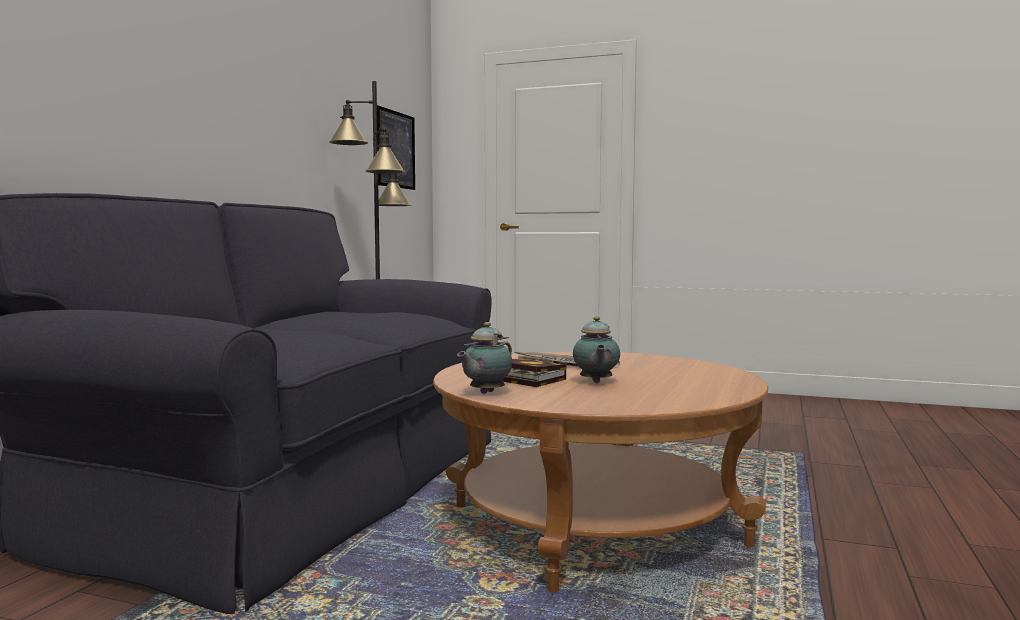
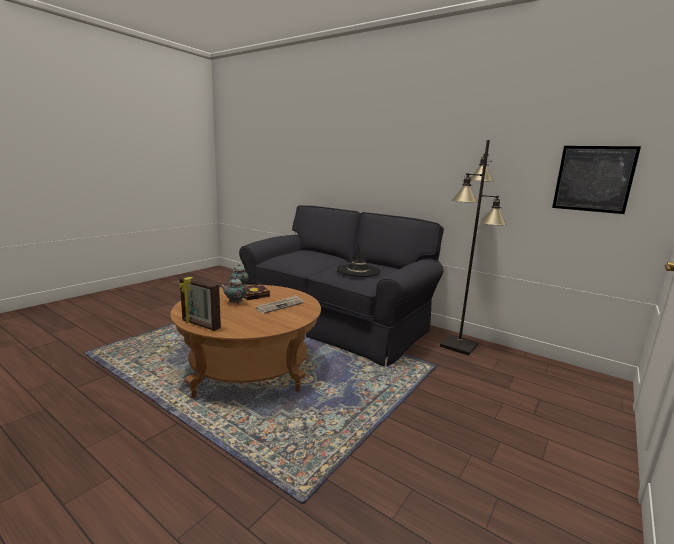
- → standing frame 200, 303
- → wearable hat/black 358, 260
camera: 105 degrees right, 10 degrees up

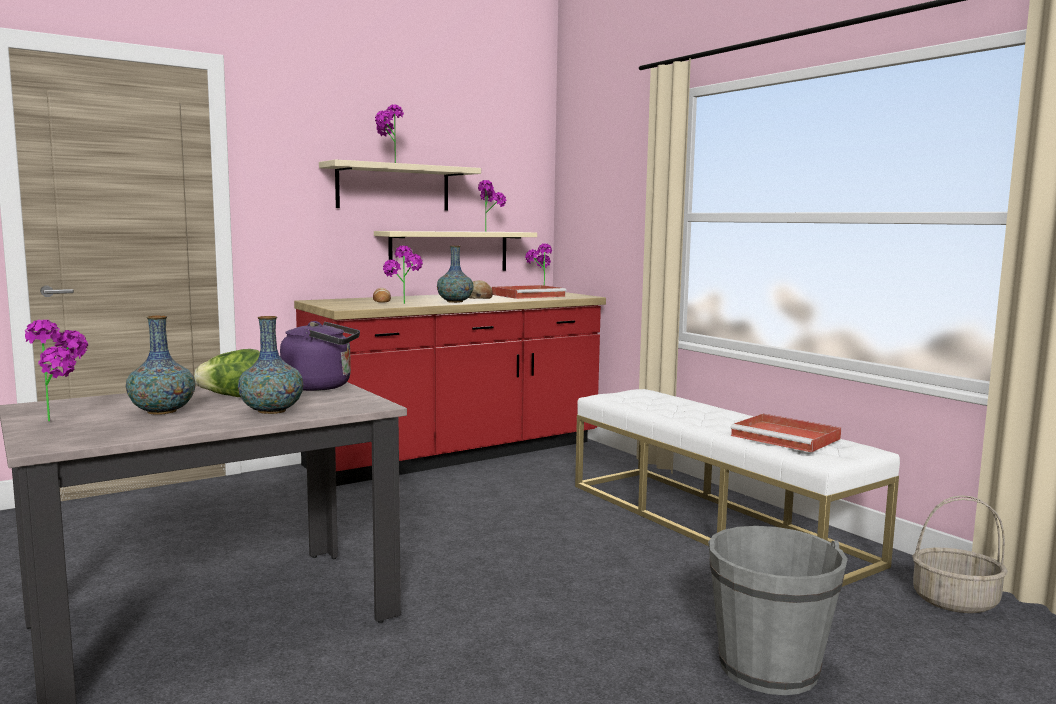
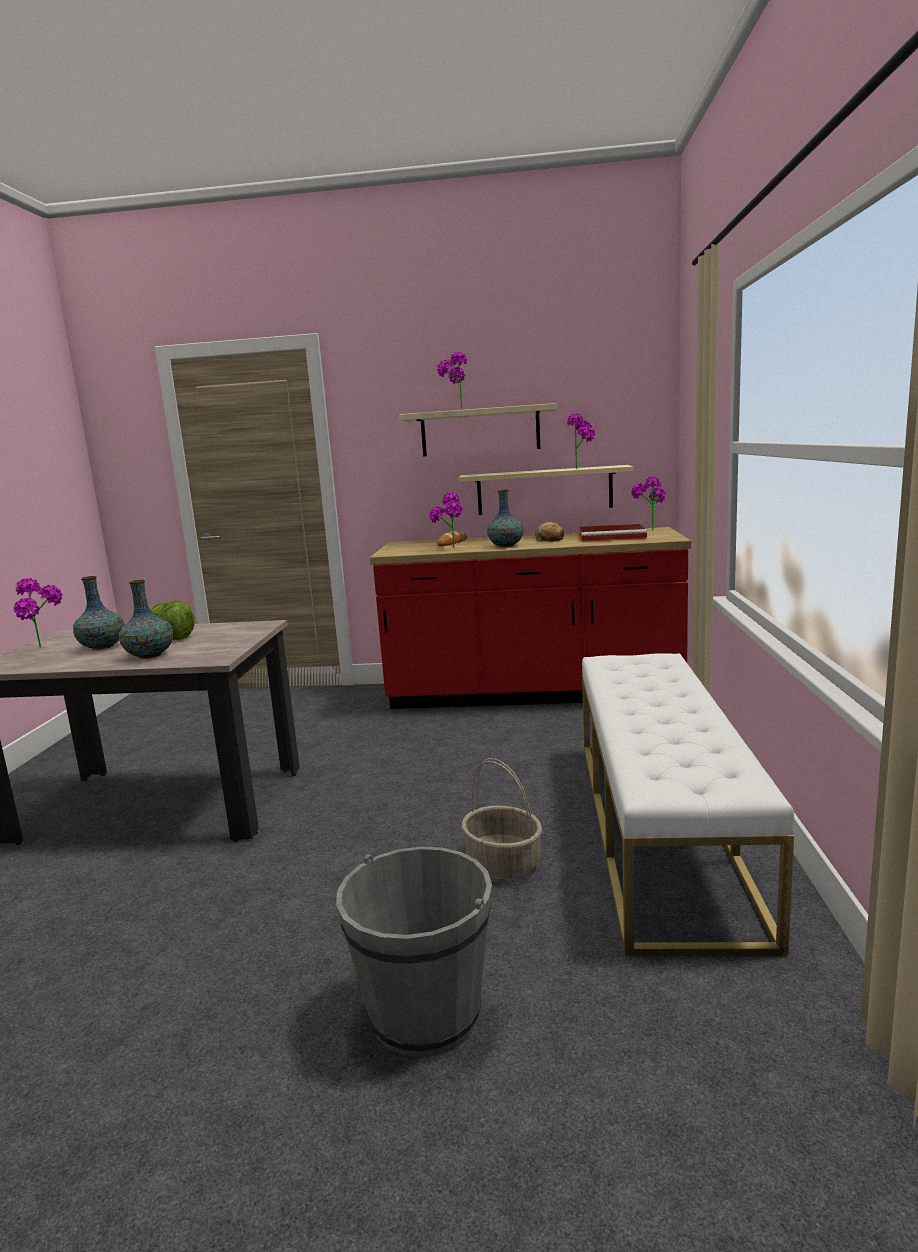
household basket 960, 554 → household basket 501, 818, relocated
kettle/purple-coloured 320, 356 → -
carrying tray/red-coloured 785, 433 → -
camera: 40 degrees right, 5 degrees up

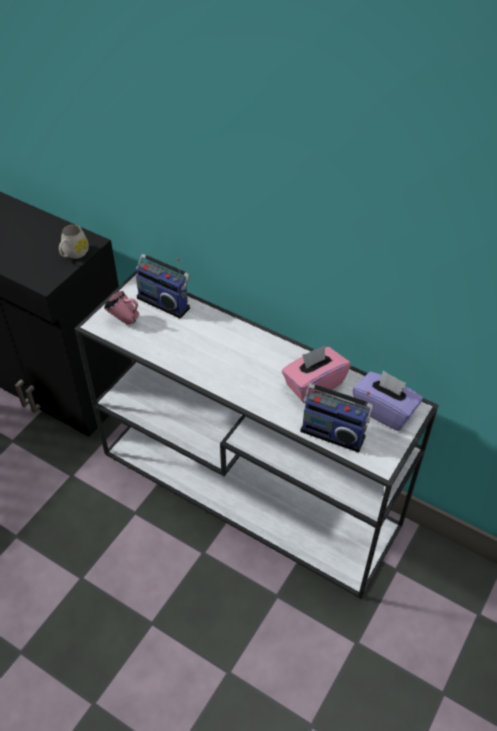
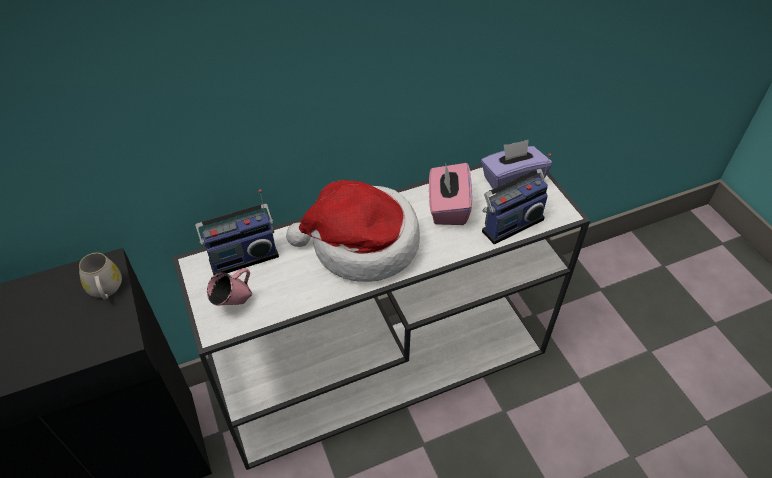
- → wearable hat 353, 231
camera: 55 degrees left, 0 degrees up

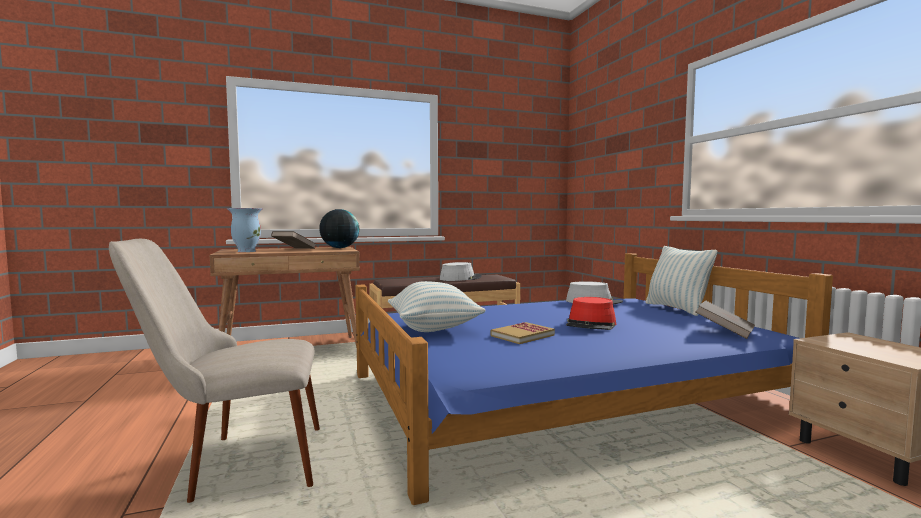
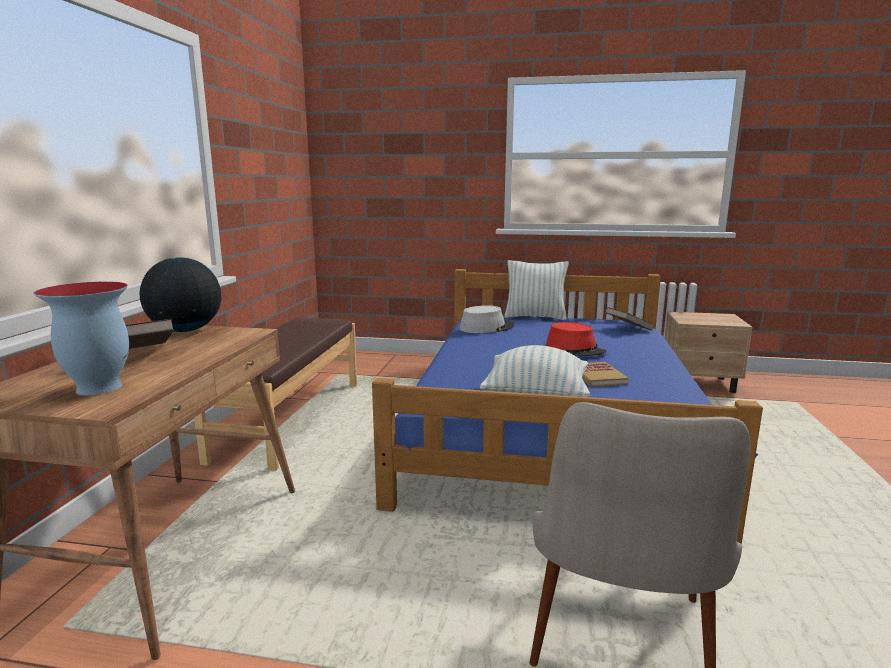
wearable hat/grey 461, 271 → -
camera: 60 degrees left, 10 degrees up

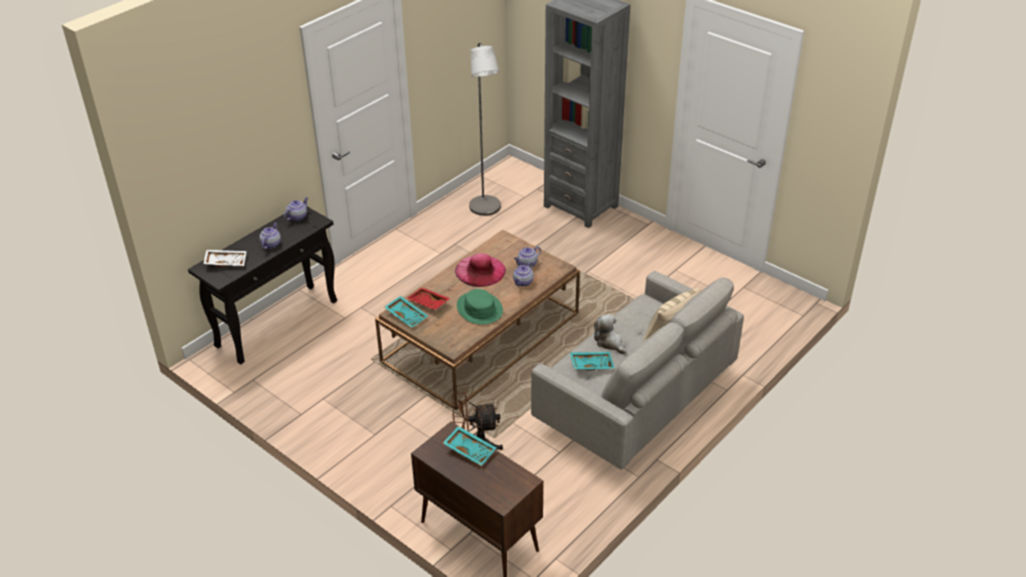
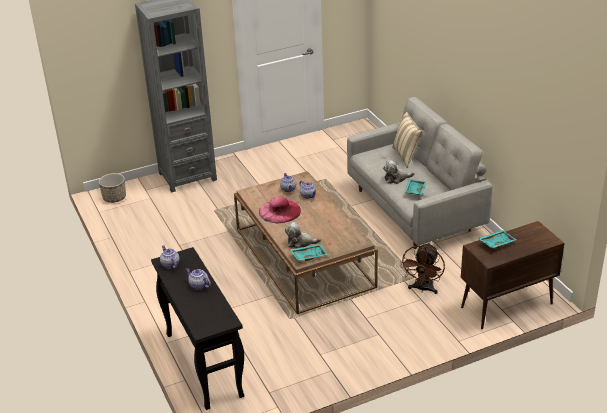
- → plant pot 112, 188
carrying tray/red-coloured 428, 298 → soft toy 303, 235
carrying tray/white-coloured 225, 258 → -
wearable hat/greenish 480, 307 → -
standard lamp/grey 485, 129 → -
camera: 65 degrees left, 5 degrees down

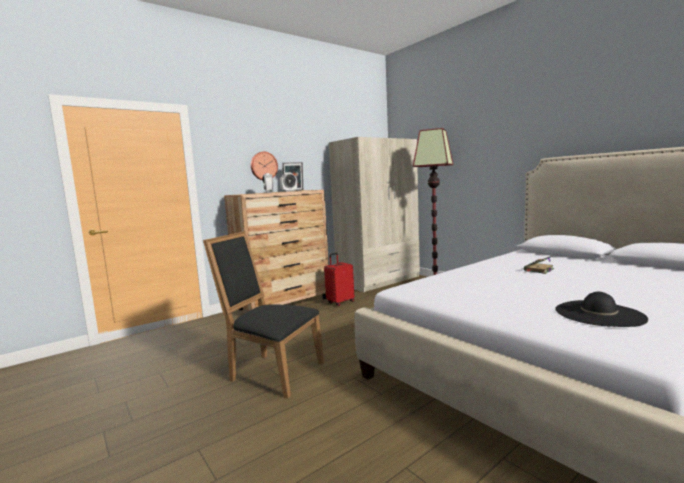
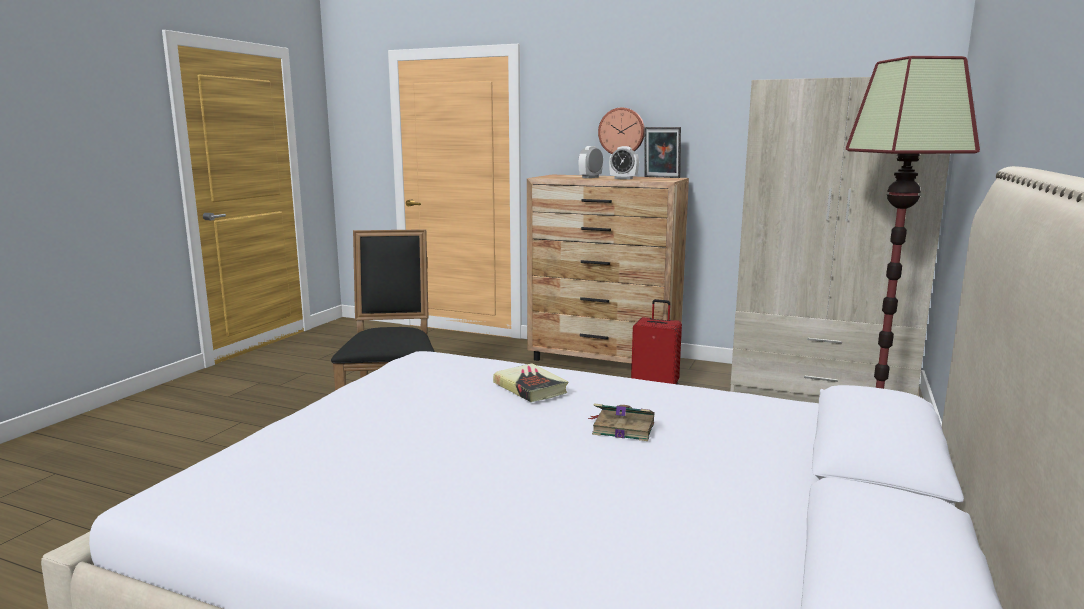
- → bound book 530, 382
wearable hat/black 601, 309 → -
camera: 60 degrees right, 5 degrees up

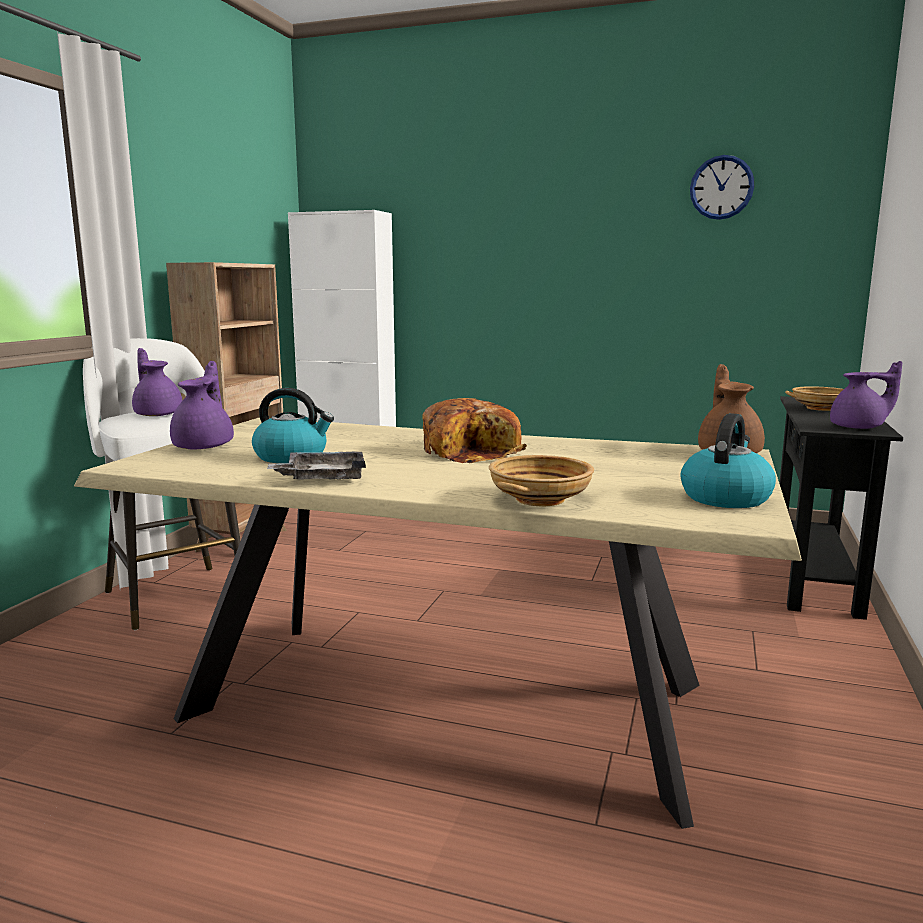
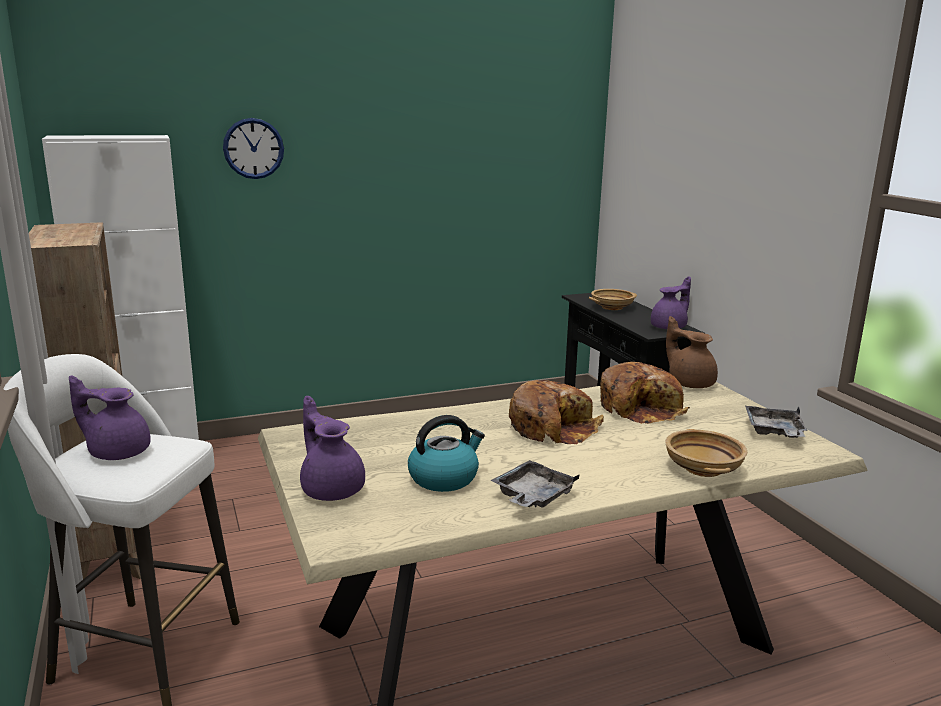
hanging clock 722, 187 → hanging clock 253, 148, relocated
- → baked bread 645, 393
kettle 728, 460 → carrying tray/grey 776, 422
camera: 40 degrees left, 5 degrees up

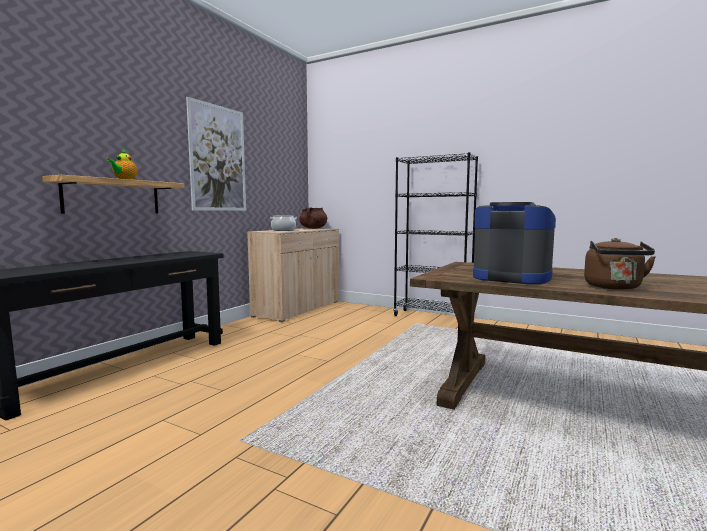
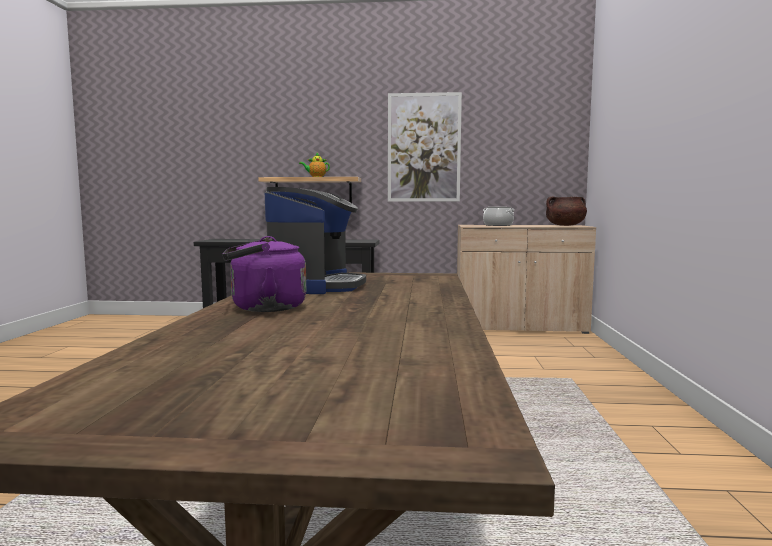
kettle/brown 620, 264 → kettle/purple-coloured 264, 274
shelving unit/black 435, 234 → -
camera: 65 degrees right, 0 degrees up

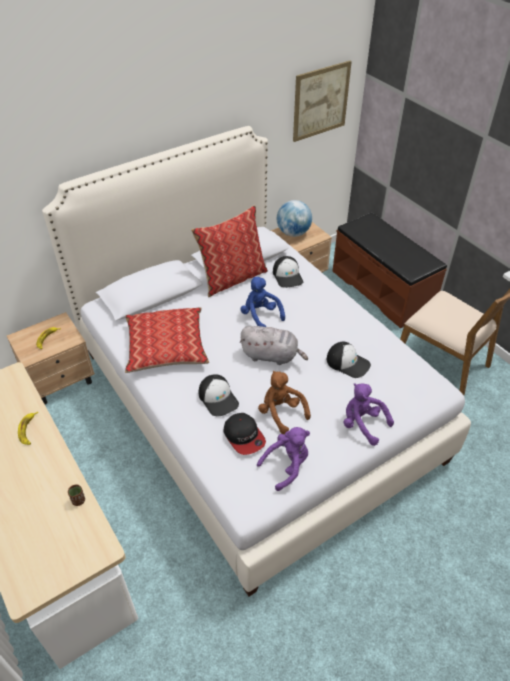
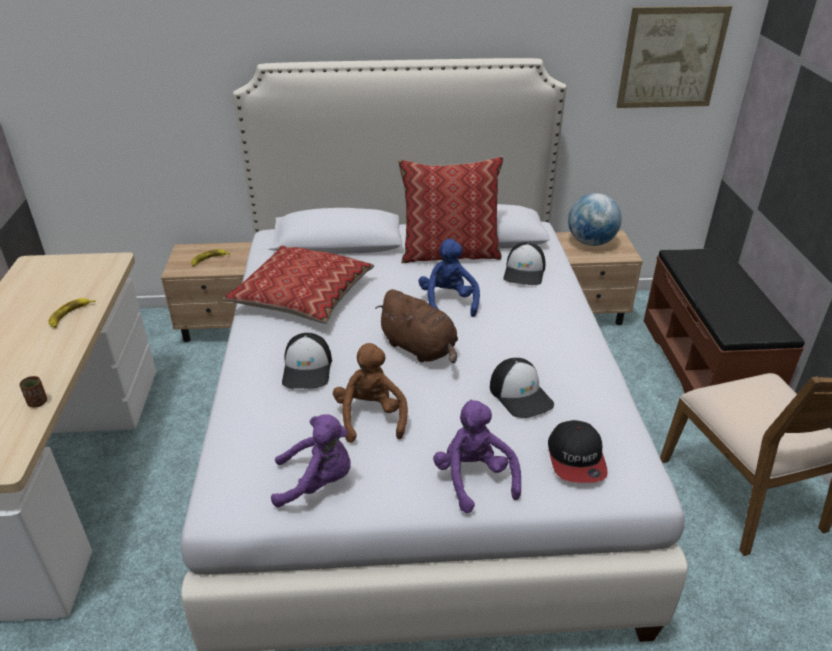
soft toy/grey 274, 345 → soft toy/brown 417, 326
peaked cap 245, 434 → peaked cap 578, 451, relocated
camera: 30 degrees right, 10 degrees down

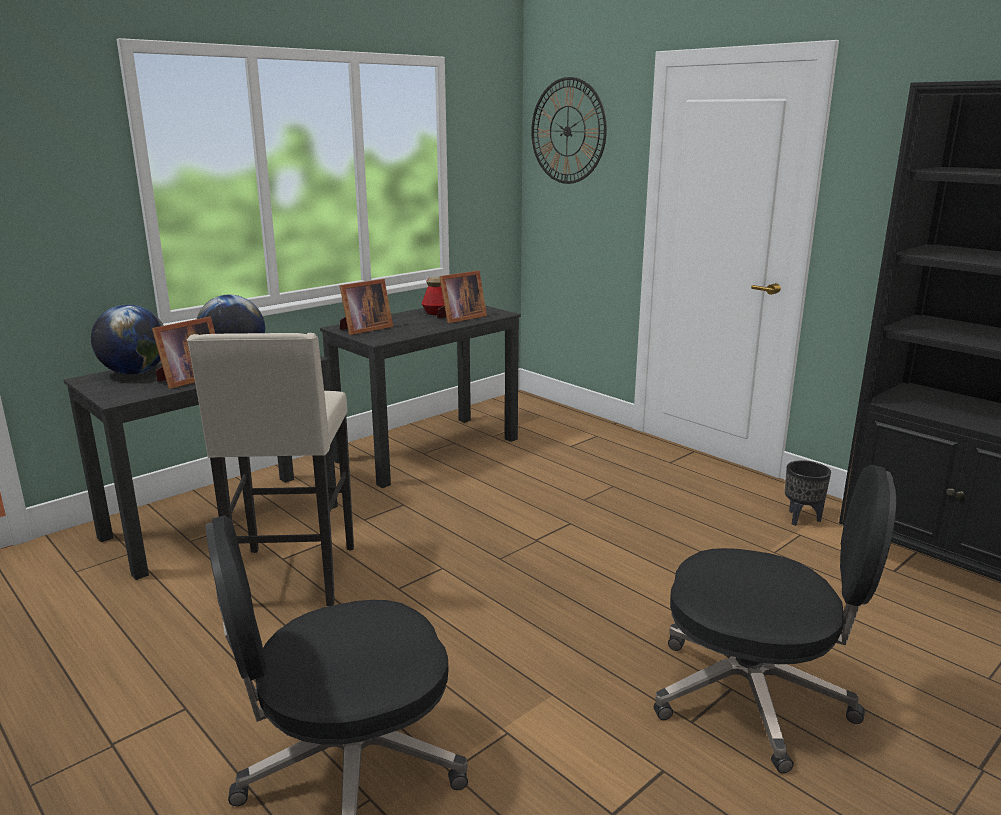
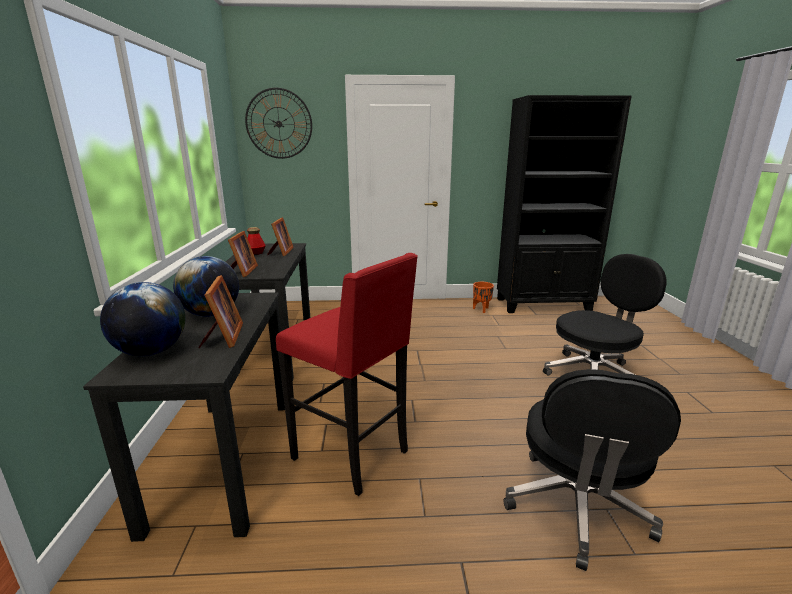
sitting stool/beige 270, 469 → sitting stool/red-coloured 347, 374
plant pot/black 808, 493 → plant pot/orange 483, 297
camera: 50 degrees left, 0 degrees up

